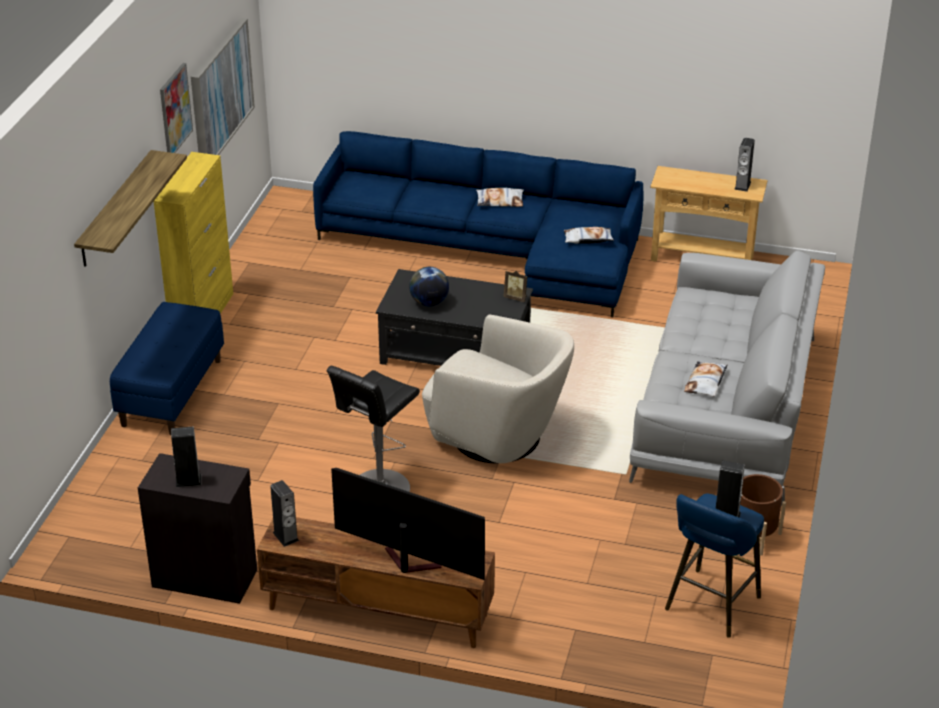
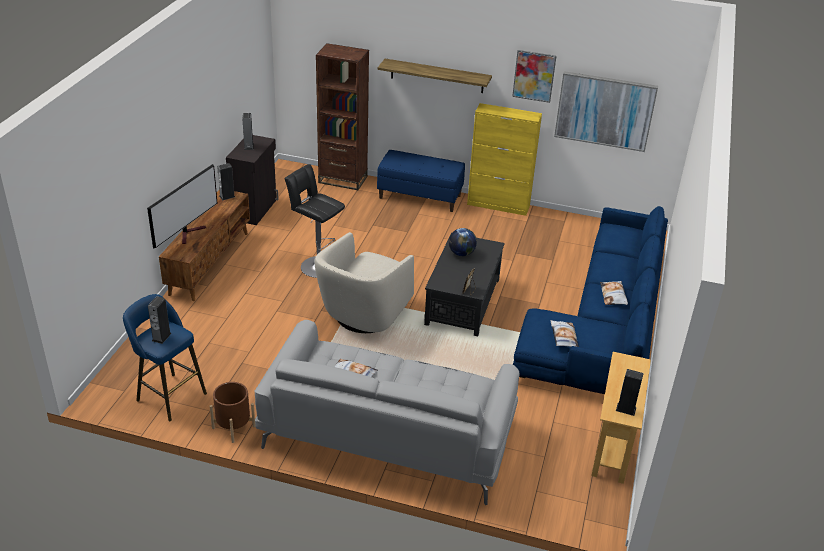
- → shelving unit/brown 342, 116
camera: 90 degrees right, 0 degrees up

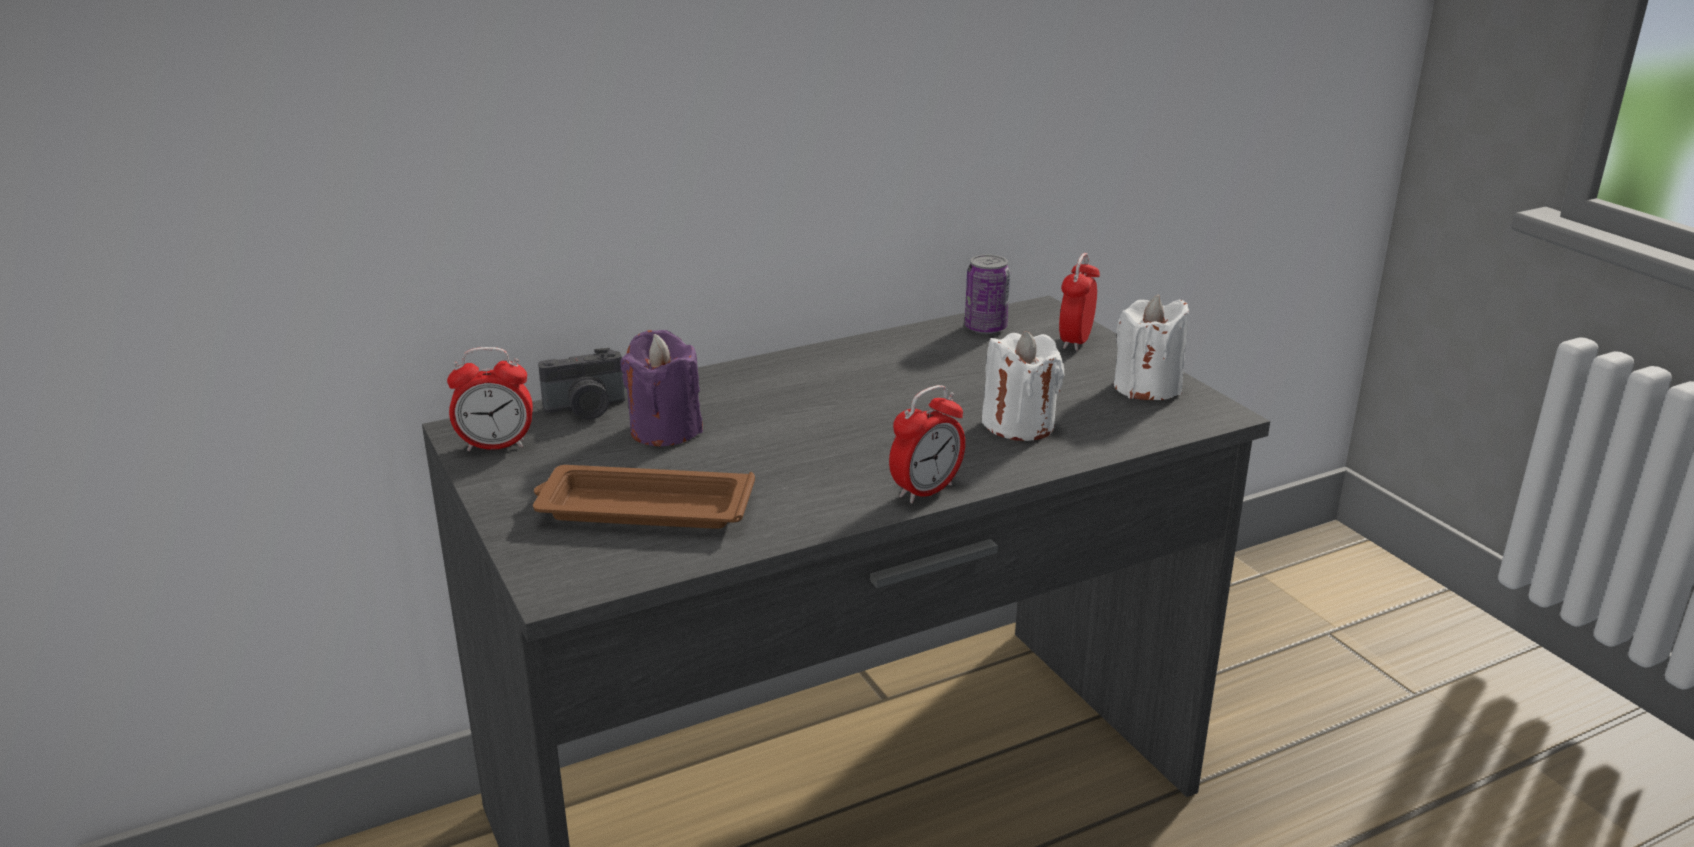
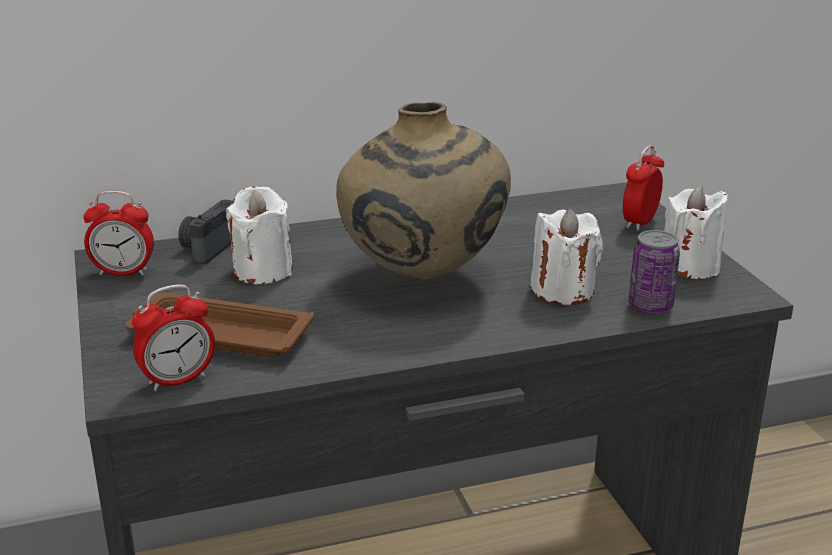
alarm clock 927, 444 → alarm clock 173, 337, relocated
still camera 581, 384 → still camera 205, 232, 120 degrees clockwise
candle/purple-coloured 662, 388 → candle/white-coloured 259, 235
- → flower vase/beige 423, 191
metal can 987, 294 → metal can 654, 271, relocated
camera: 10 degrees right, 0 degrees up

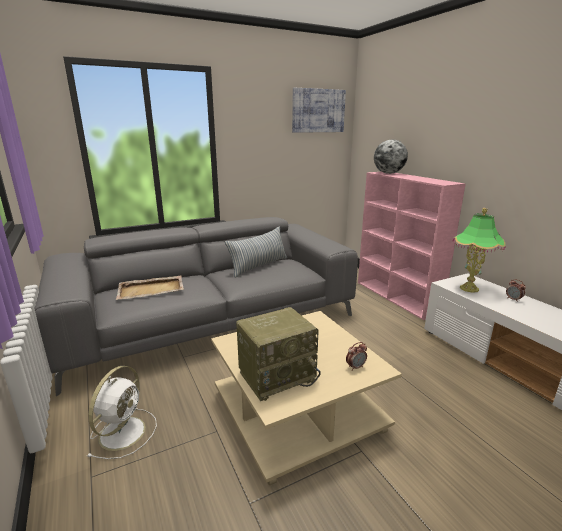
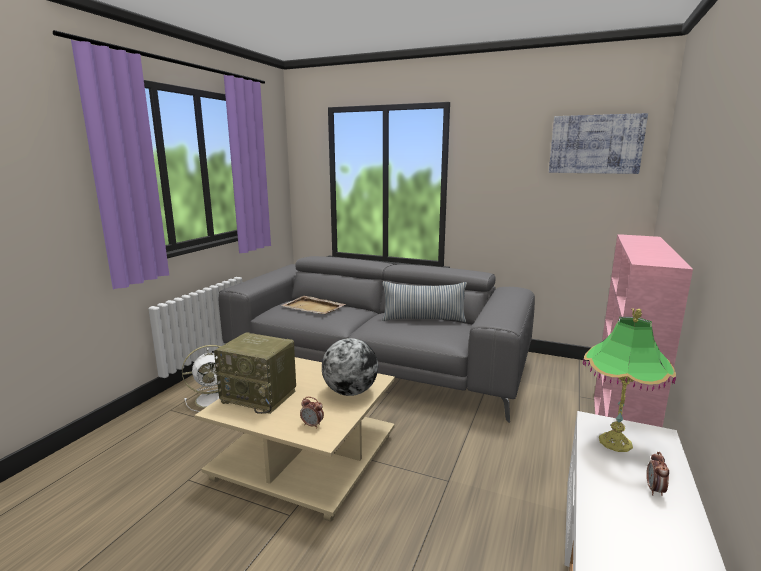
world globe 391, 156 → world globe 350, 367, relocated
camera: 50 degrees right, 5 degrees down

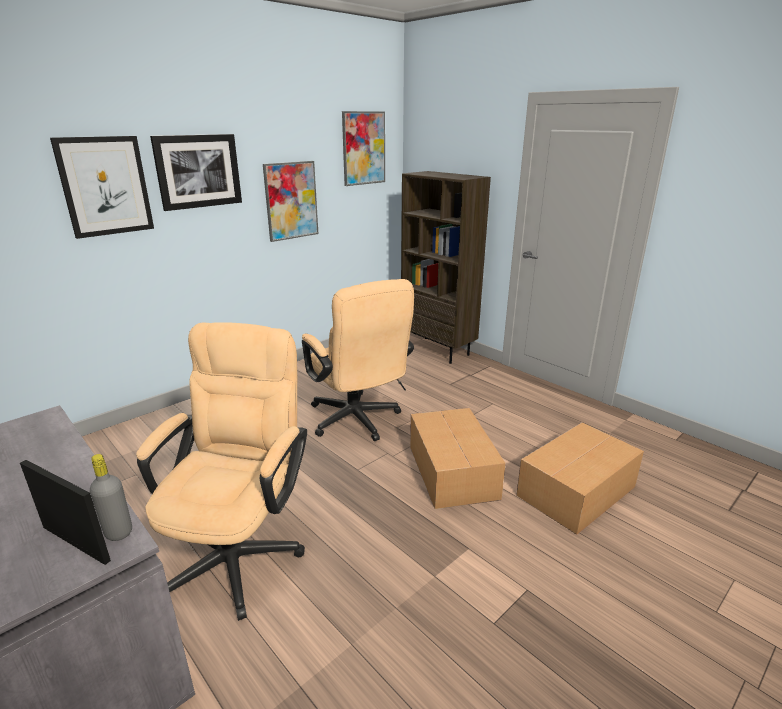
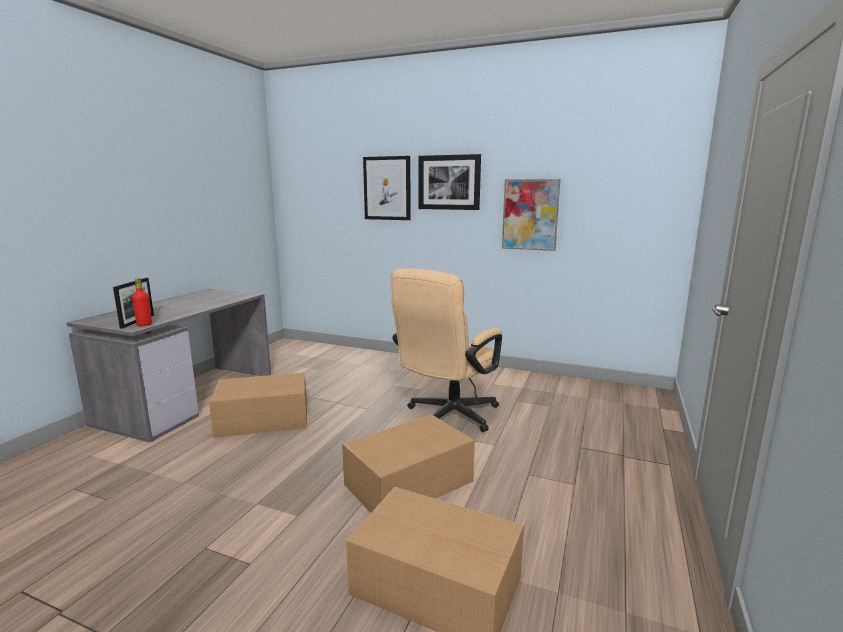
beverage bottle/grey 111, 497 → beverage bottle/red-coloured 142, 302
office chair/beige 221, 471 → packing box 258, 405
picture 363, 148 → -
shelving unit/brown 446, 267 → -
camera: 65 degrees right, 10 degrees down

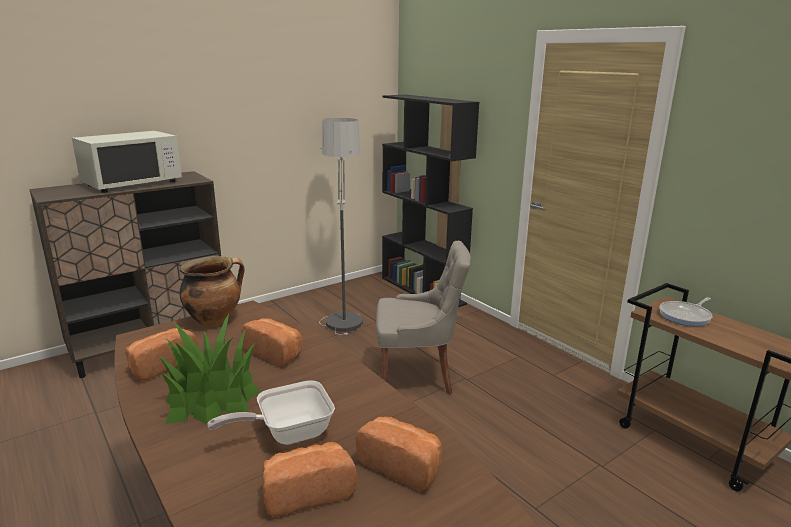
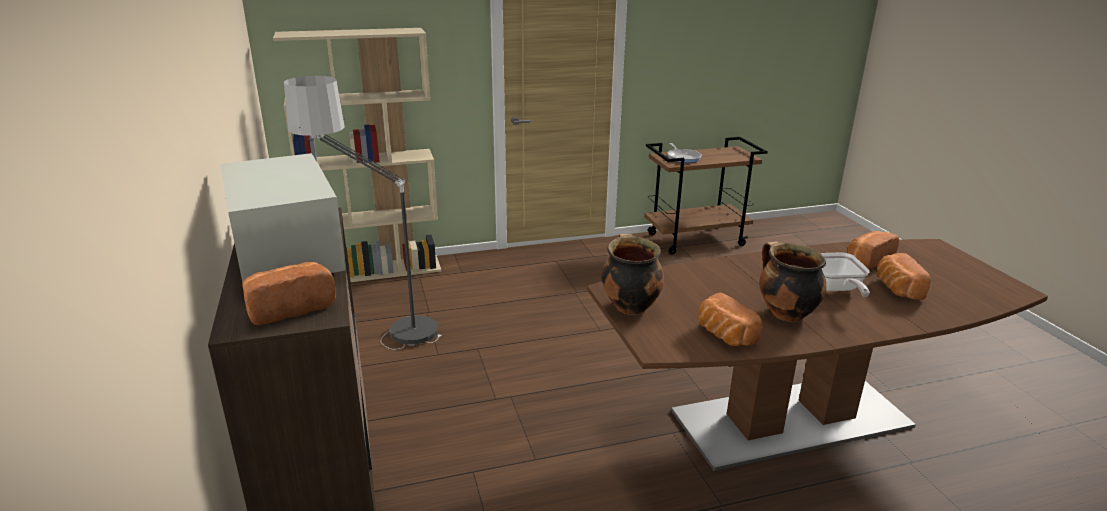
baked bread 272, 342 → baked bread 289, 293, relocated
shelving unit/black 430, 201 → shelving unit/beige 357, 155
potted plant 209, 369 → cooking pot 792, 281
chair/grey 423, 317 → -
camera: 70 degrees left, 5 degrees up

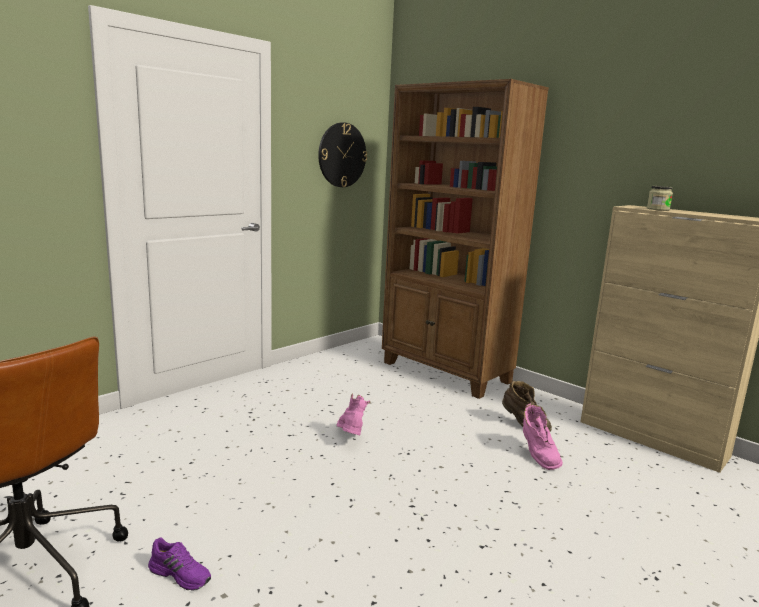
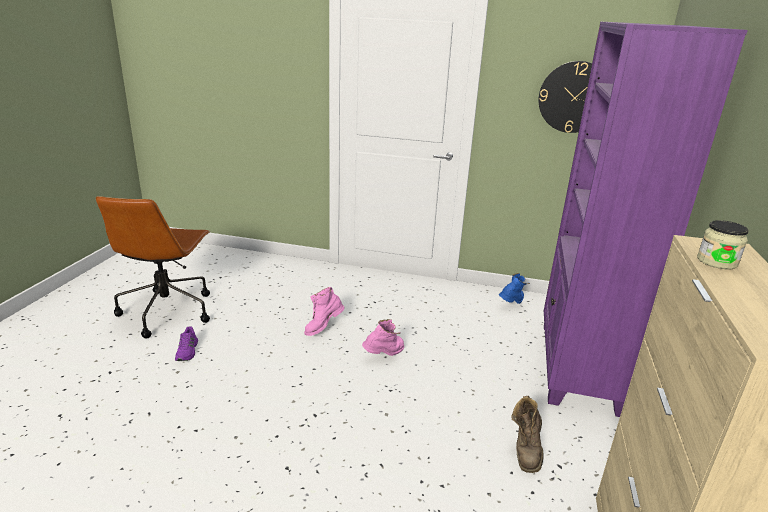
tall boot/pinkish 543, 436 → tall boot/pinkish 324, 311, relocated
- → tall boot/blue 514, 288
shelving unit/brown 465, 239 → shelving unit/purple-coloured 646, 219
camera: 60 degrees right, 10 degrees up

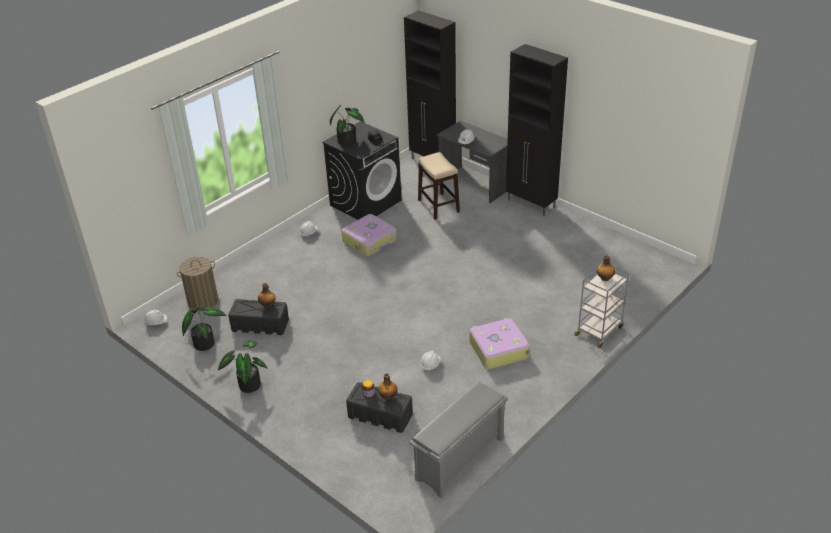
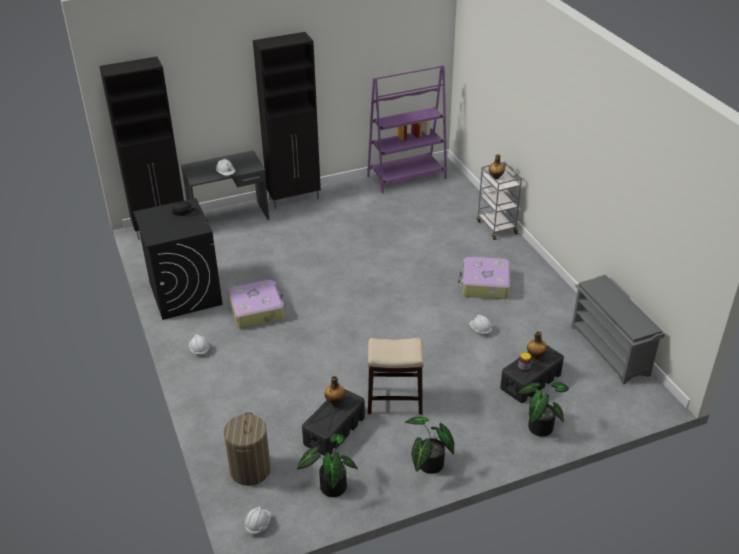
- → shelving unit/purple-coloured 407, 129
sitting stool 439, 186 → sitting stool 395, 376, relocated
potted plant 347, 125 → potted plant 543, 409, relocated
camera: 65 degrees left, 0 degrees up

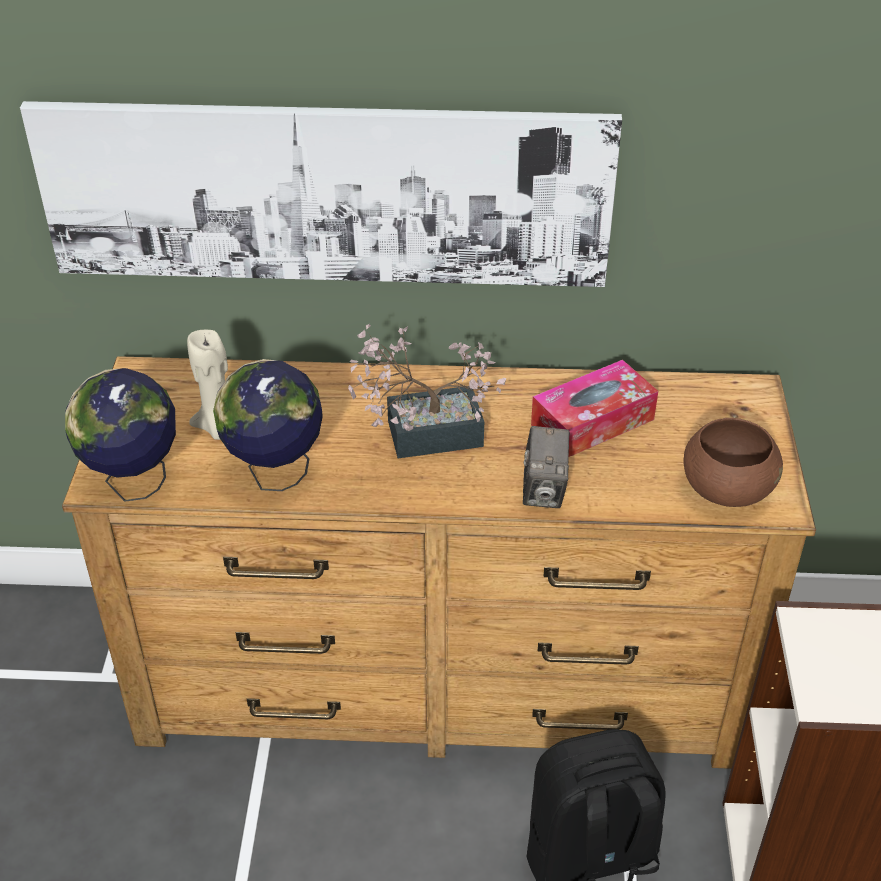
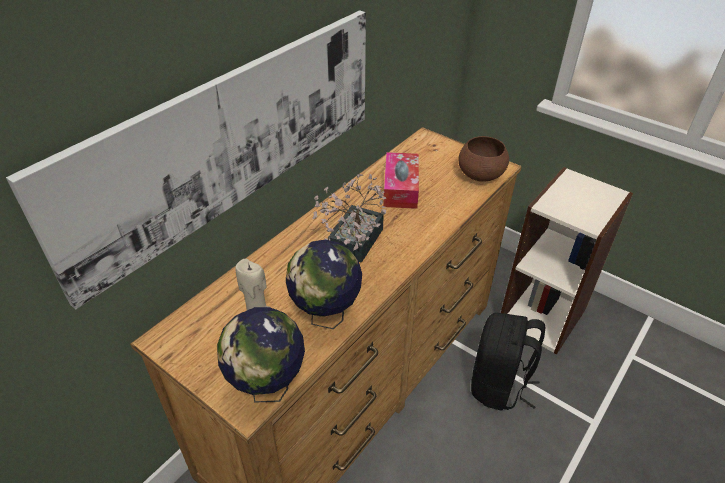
still camera 546, 467 → -
camera: 55 degrees left, 0 degrees up

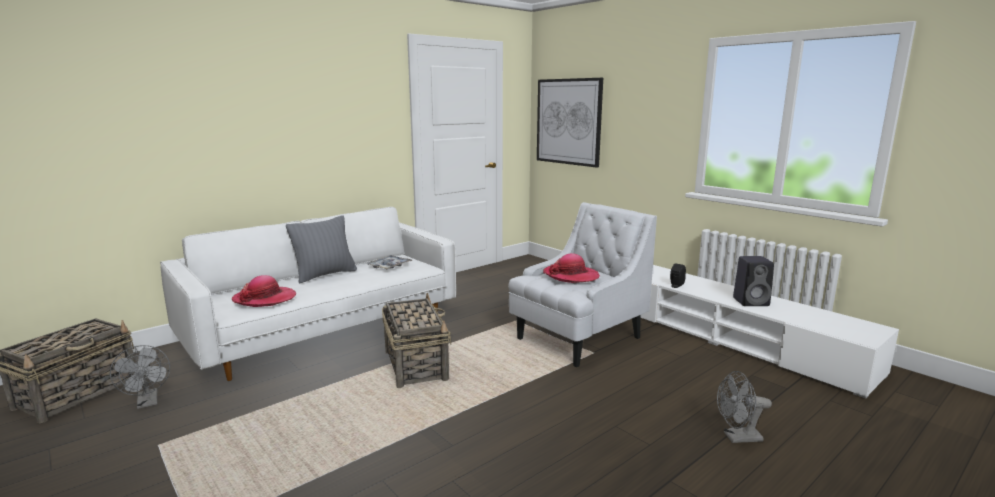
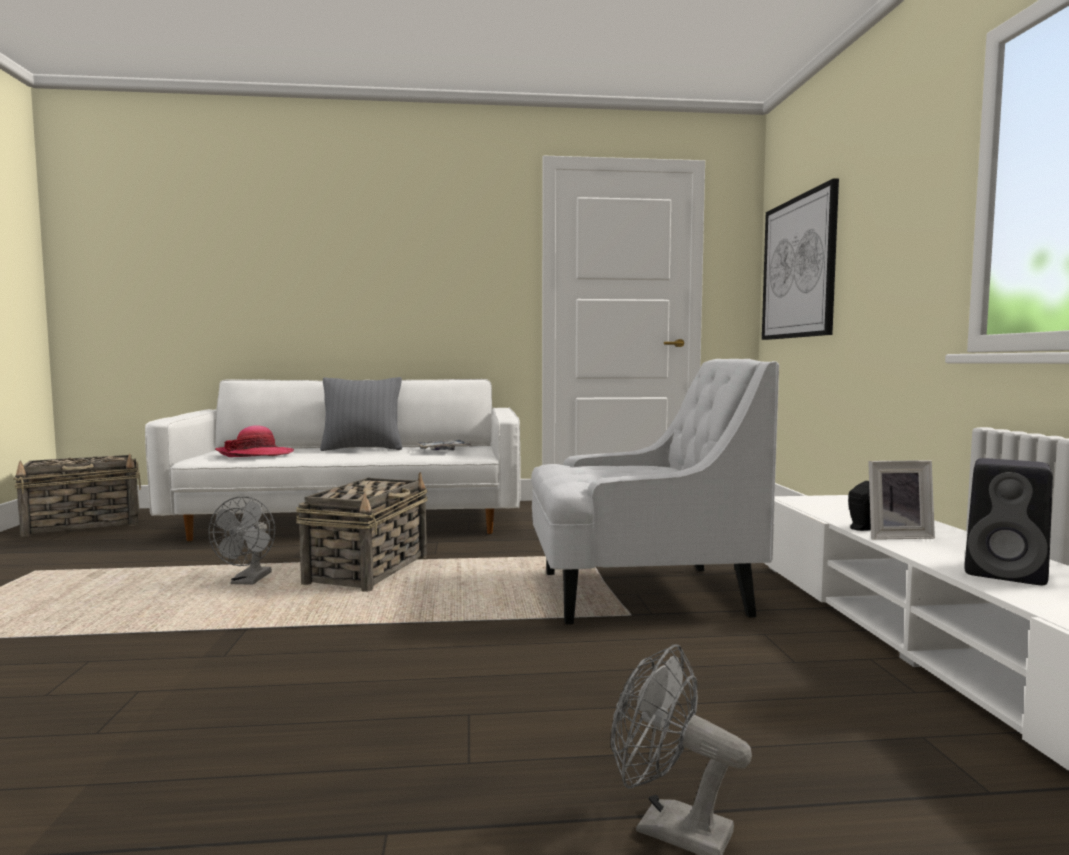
electric fan/grey 140, 377 → electric fan/grey 241, 540, relocated
- → standing frame 901, 500
wearable hat 571, 268 → -
camera: 35 degrees right, 10 degrees down

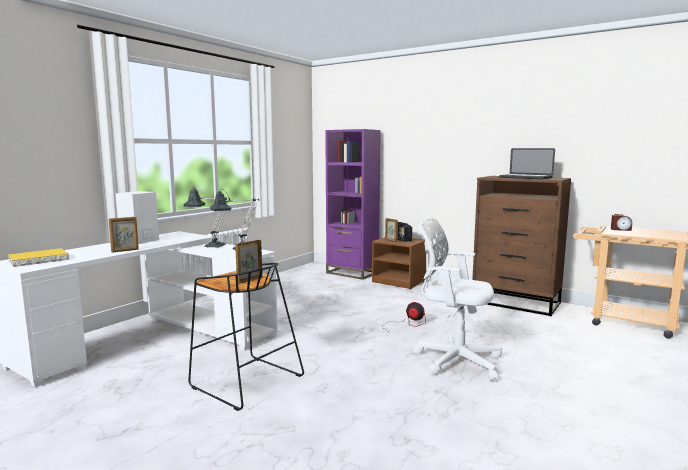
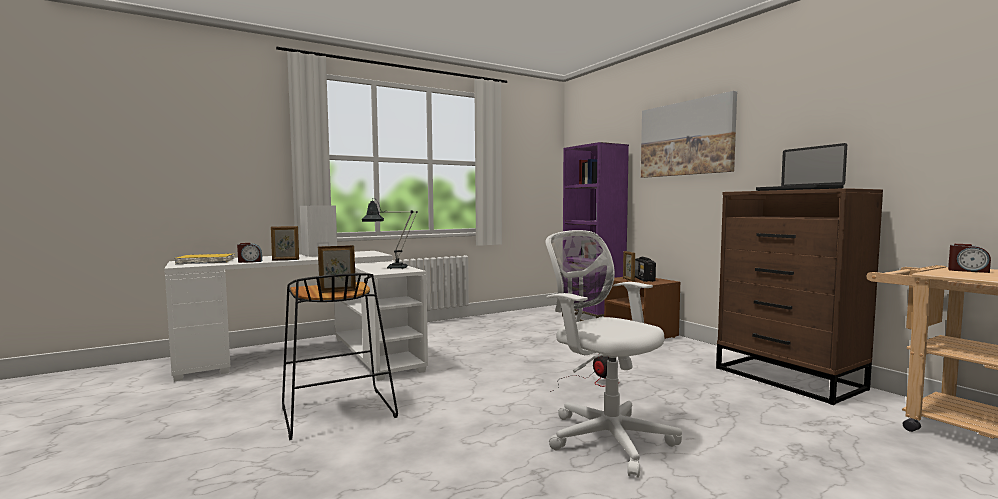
- → alarm clock 249, 253
- → picture 689, 134
lamp for a table 206, 217 → -
camera: 25 degrees right, 5 degrees down

